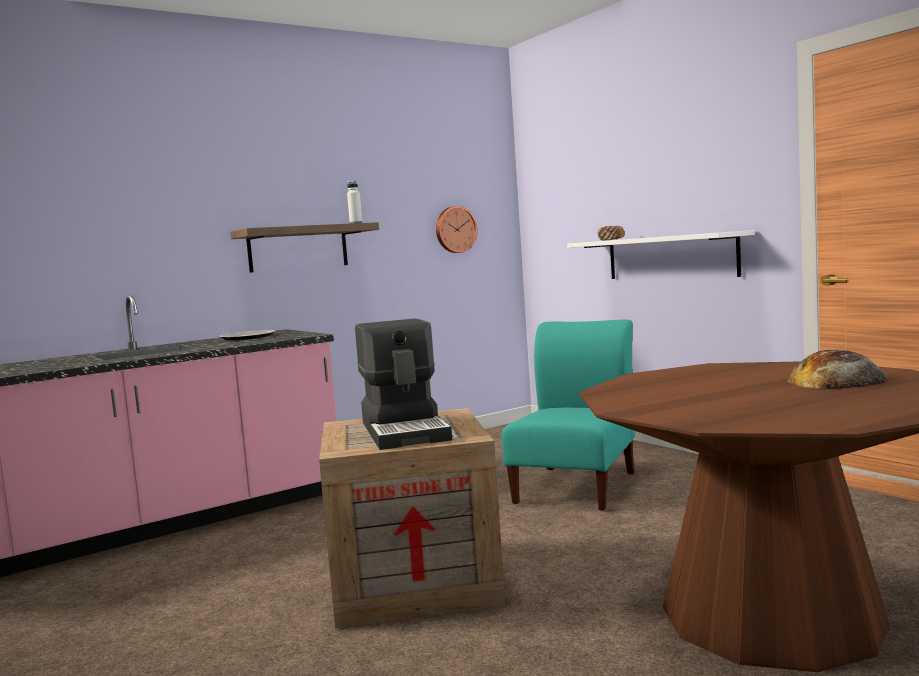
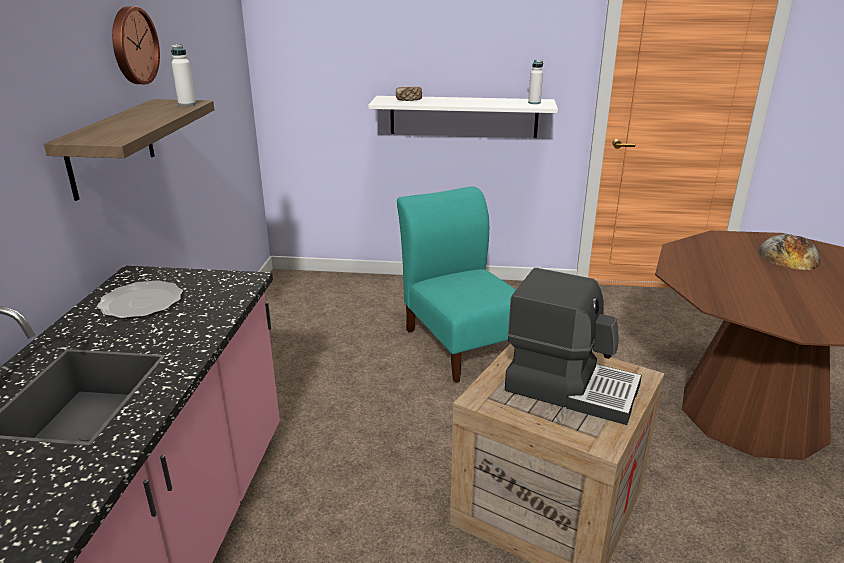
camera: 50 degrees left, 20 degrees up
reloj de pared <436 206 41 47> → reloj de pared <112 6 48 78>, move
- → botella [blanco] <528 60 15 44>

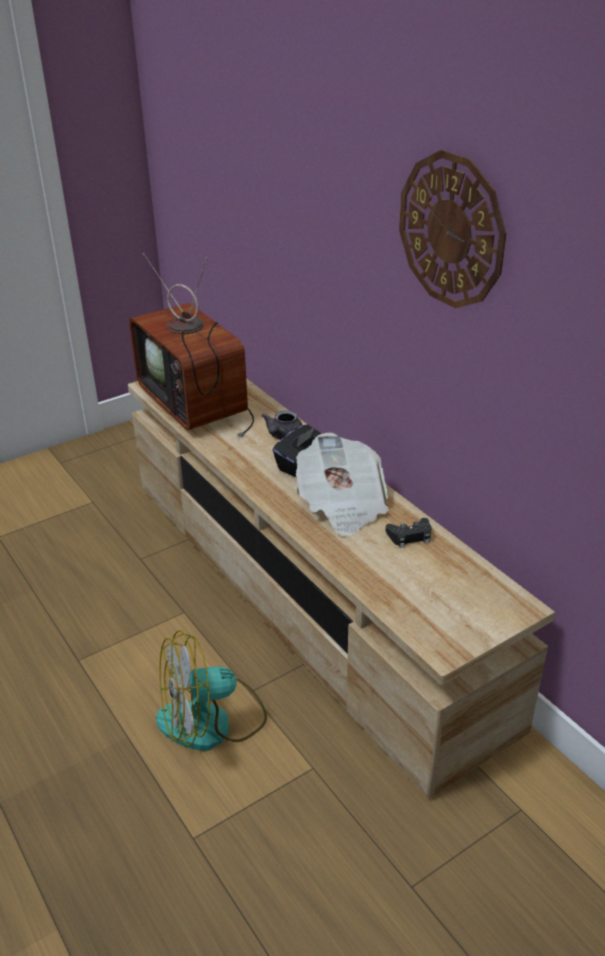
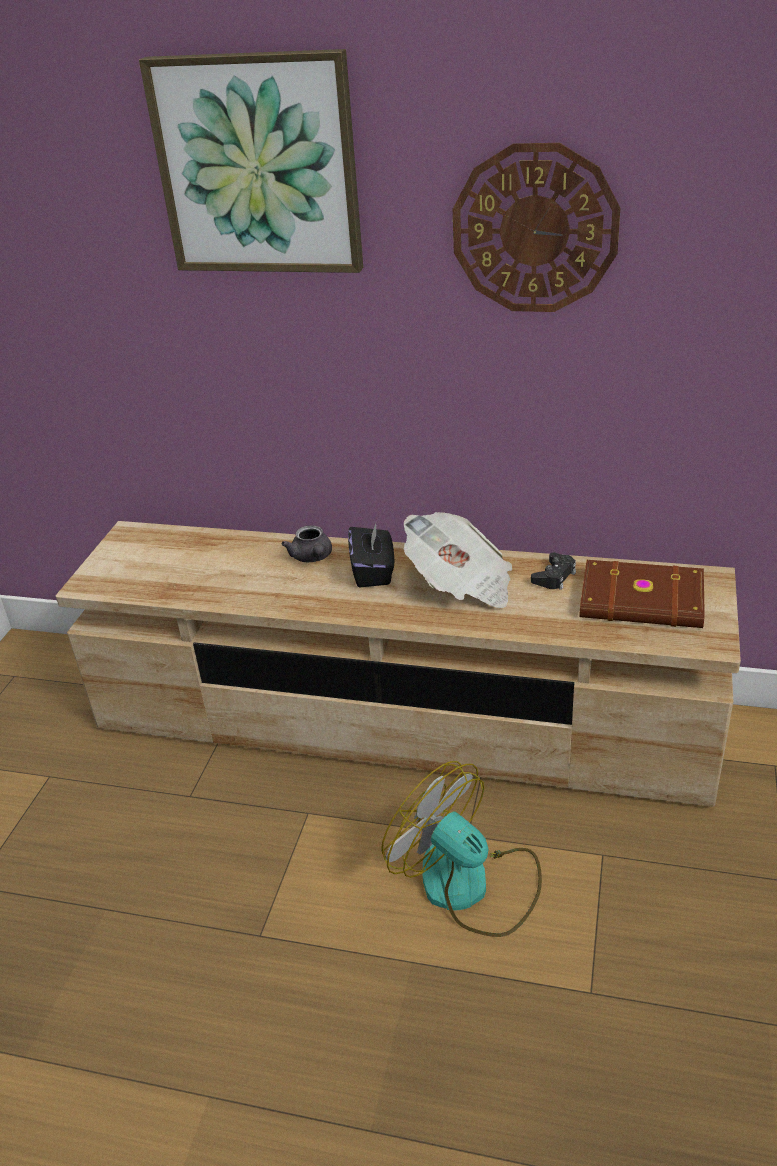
camera: 40 degrees left, 0 degrees up
televisor <129 253 125 185> → -
ventilador <156 630 111 121> → ventilador <381 761 161 176>, 105 degrees clockwise
- → cuadro <139 49 224 224>
- → libro [marrón] <579 560 126 68>

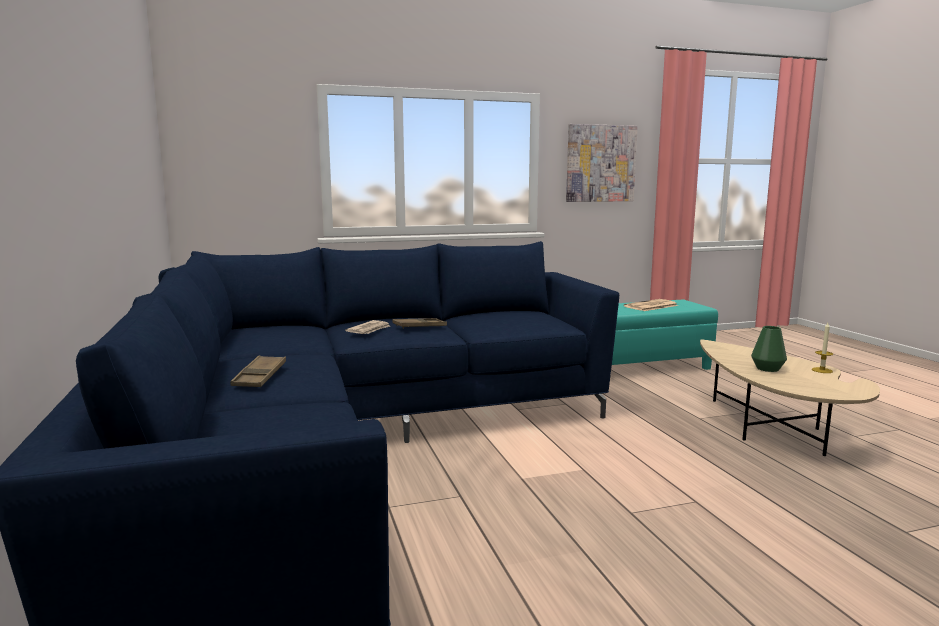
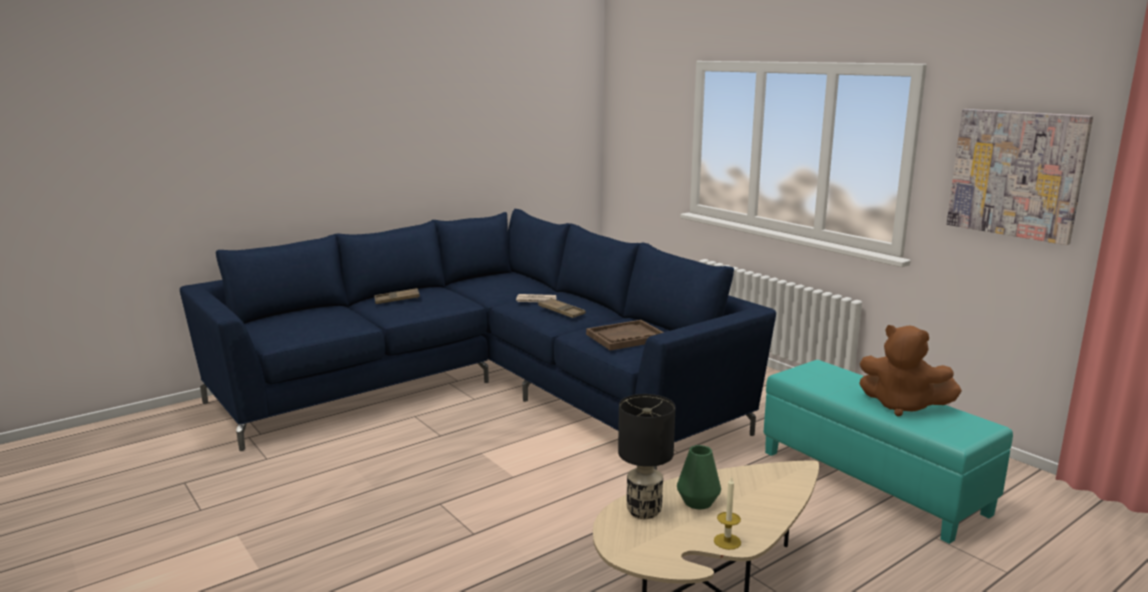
camera: 70 degrees right, 5 degrees up
periódico <624 299 54 12> → peluche [marrón] <860 325 102 91>
- → bandeja [marrón] <586 320 78 31>
- → lámpara de mesa [negro] <618 394 57 125>

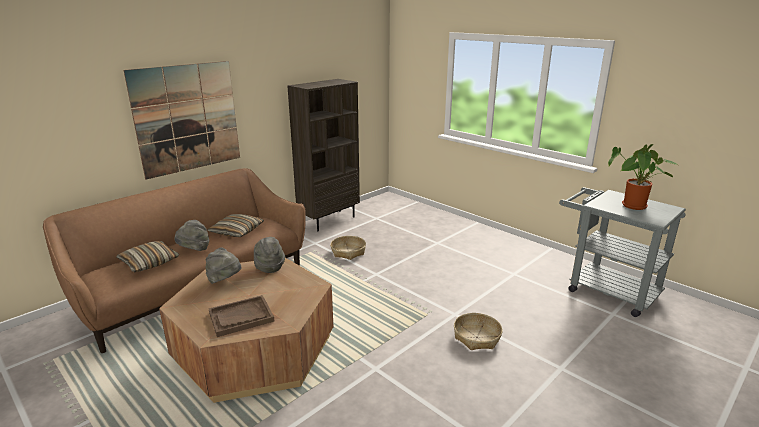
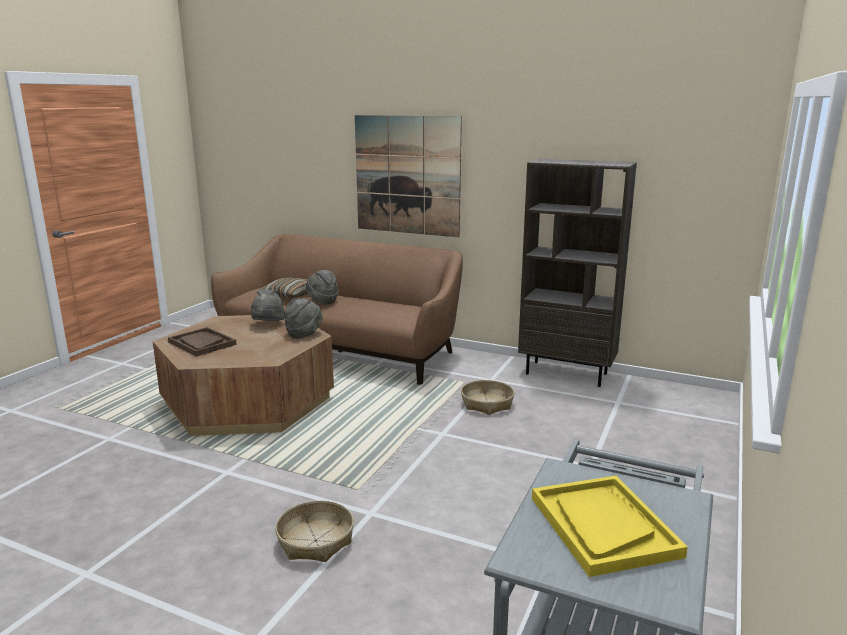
camera: 70 degrees right, 5 degrees down
planta en maceta <608 144 70 66> → bandeja [amarillo] <532 476 156 101>
cojín <207 214 57 23> → -

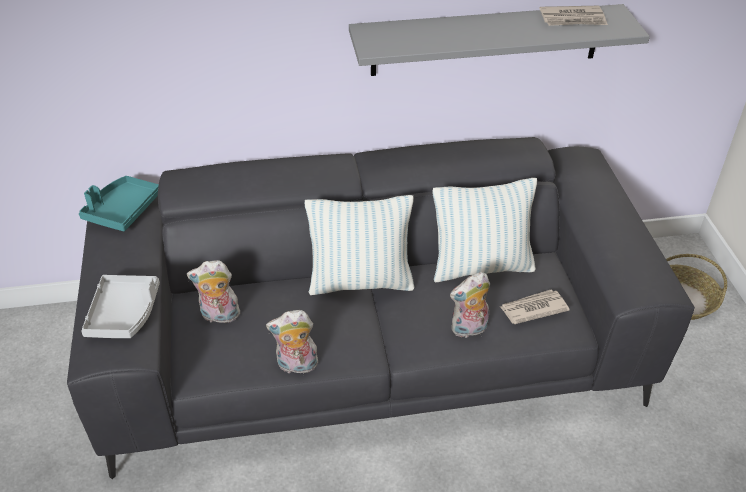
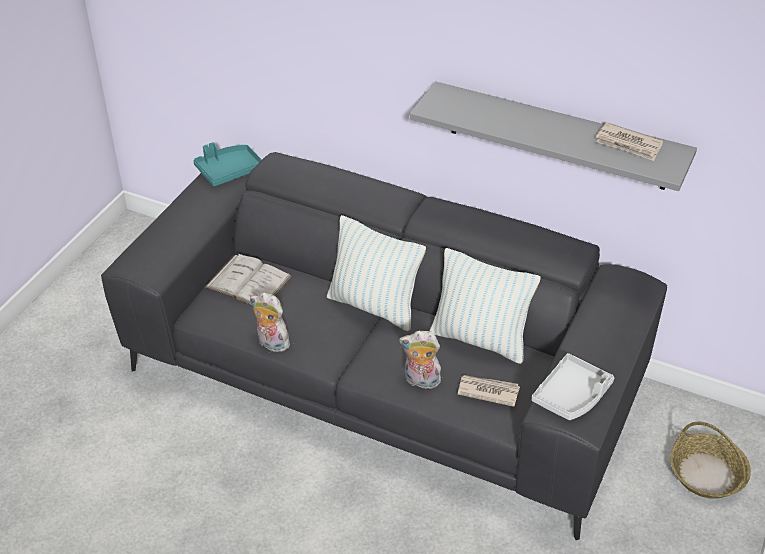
camera: 35 degrees right, 0 degrees up
peluche <187 260 53 66> → libro [blanco] <205 254 87 51>
bandeja [gris] <81 275 79 63> → bandeja [gris] <531 353 83 67>, move

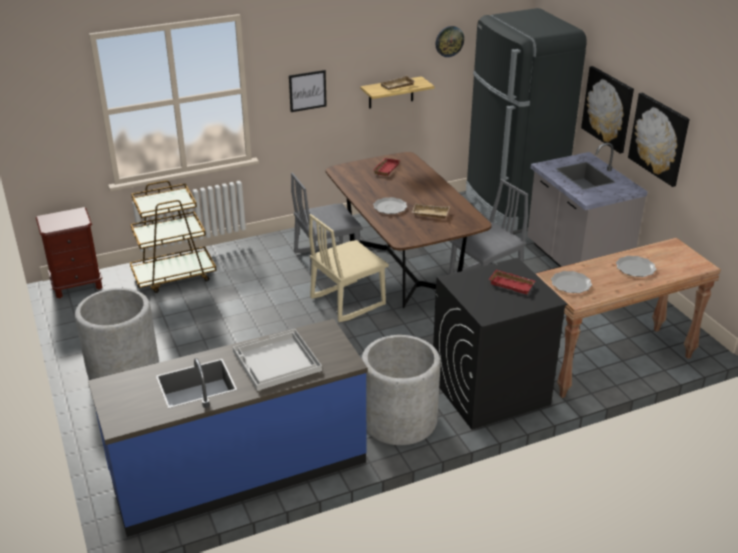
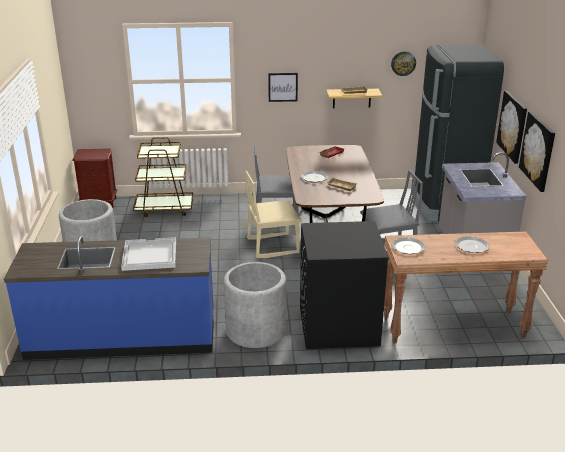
camera: 20 degrees right, 5 degrees down
bandeja [rojo] <489 270 46 24> → -

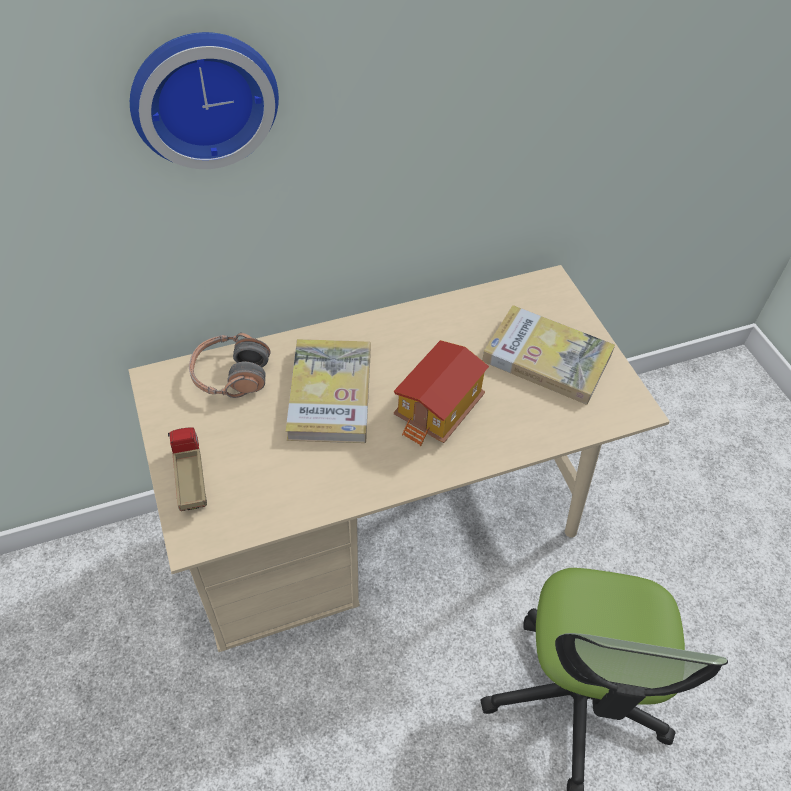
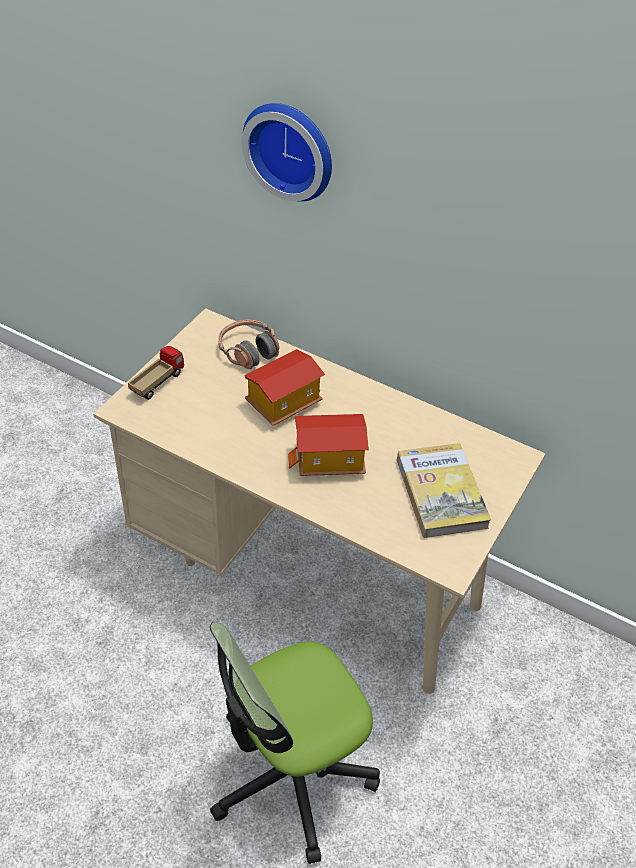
camera: 50 degrees right, 5 degrees down
libro <286 339 85 104> → casita <244 349 81 77>

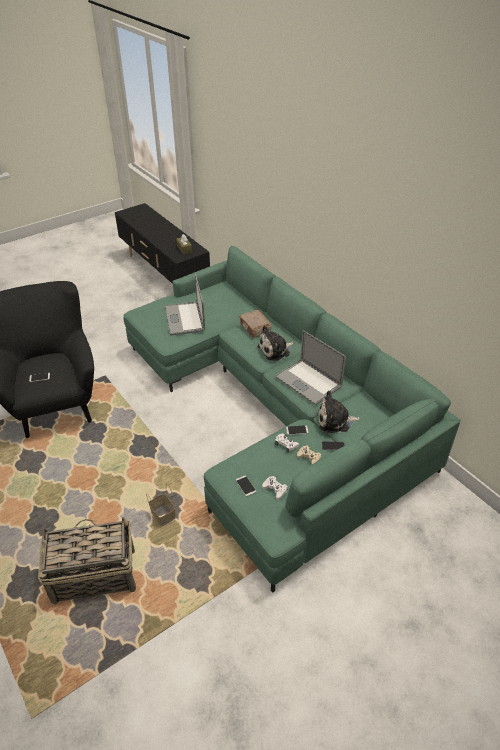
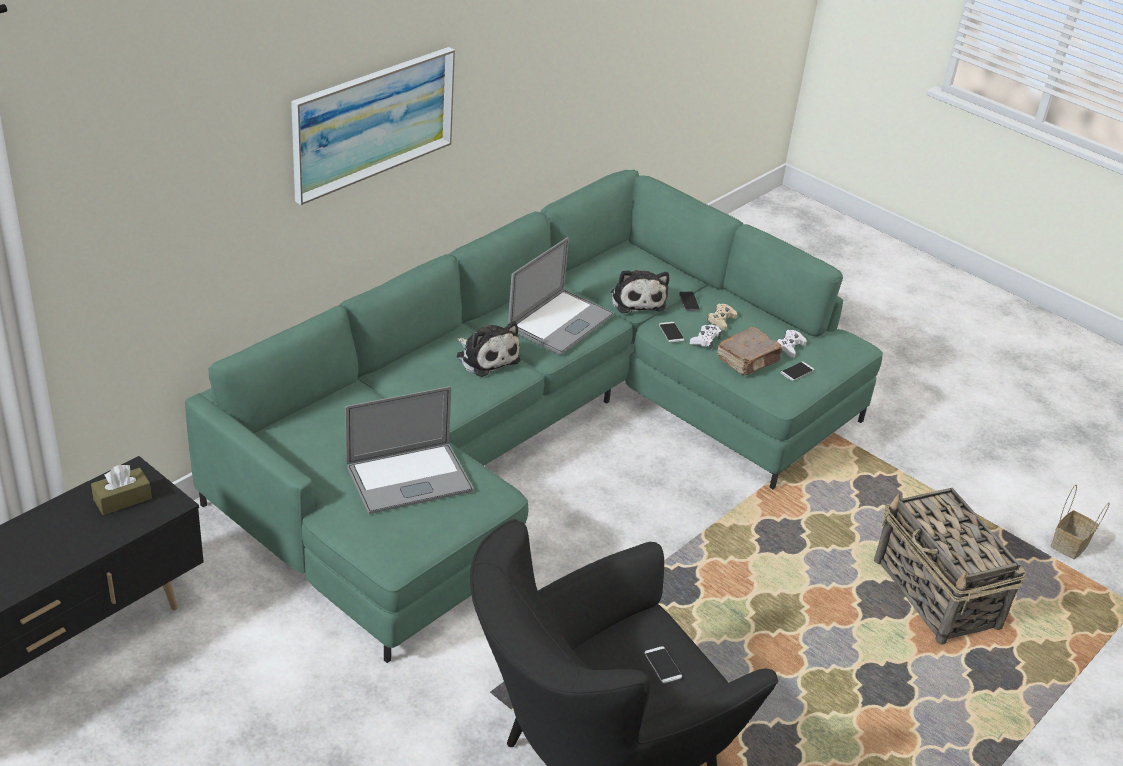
camera: 105 degrees left, 5 degrees down
libro [marrón] <239 310 33 28> → libro [marrón] <717 327 65 48>, move
cesta <146 483 29 43> → cesta <1051 485 59 75>, move
- → cuadro <291 47 164 158>

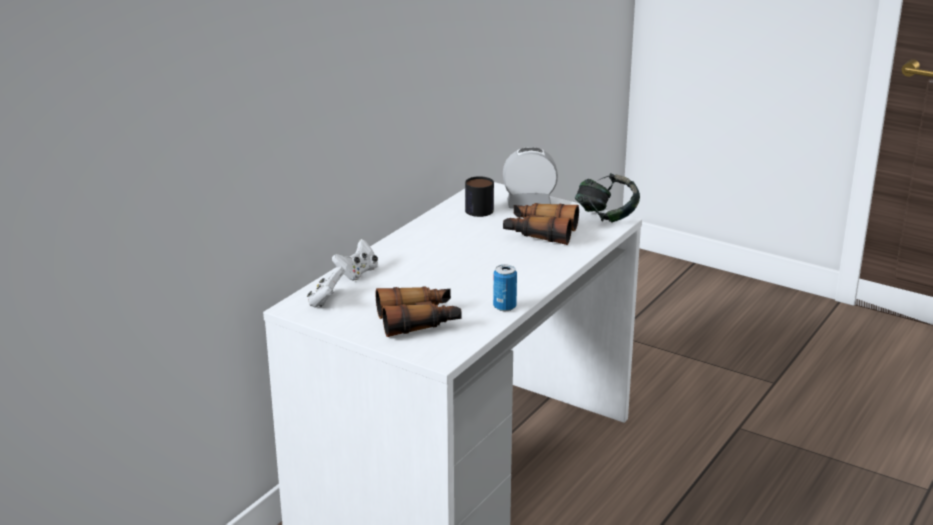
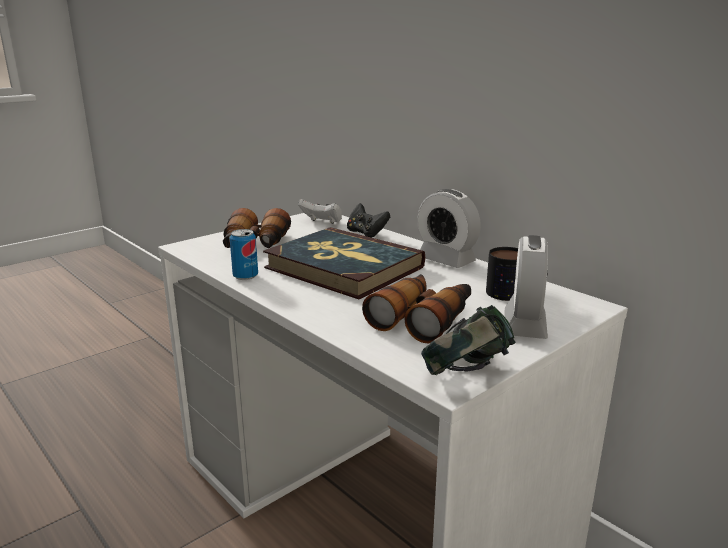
camera: 105 degrees right, 5 degrees down
mando de consola [blanco] <332 239 46 42> → mando de consola [negro] <347 203 43 35>
- → despertador <417 189 64 79>
- → libro <263 227 162 73>

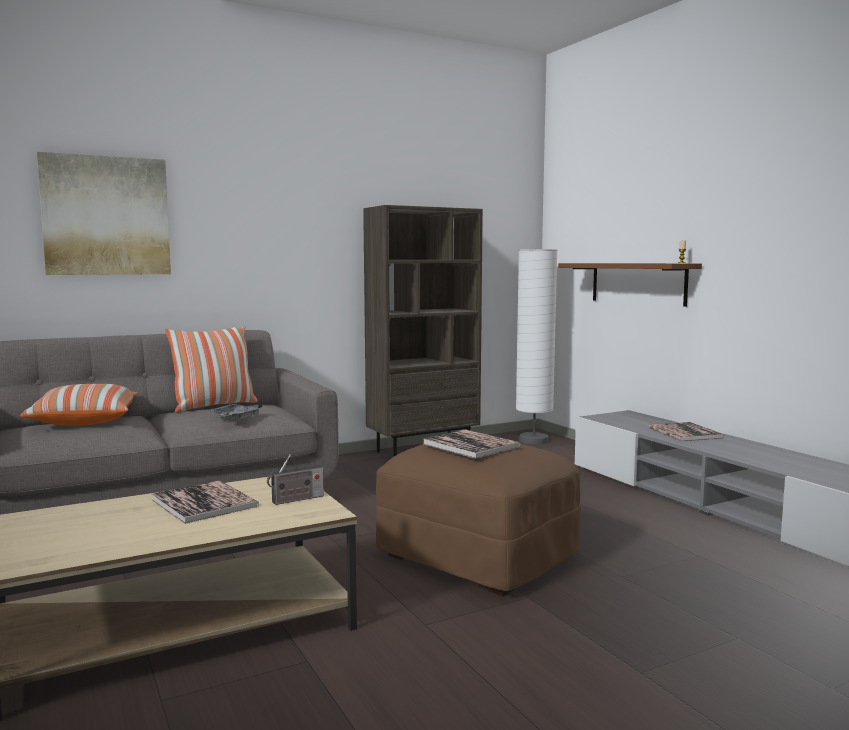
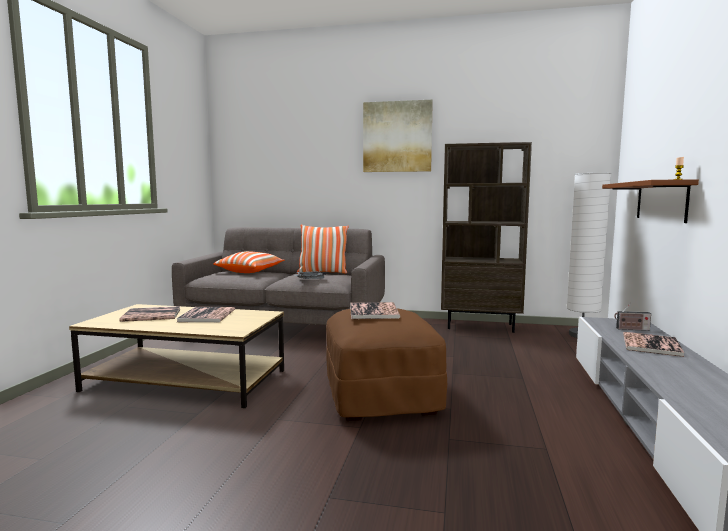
camera: 40 degrees right, 0 degrees up
cuadro <37 152 134 123> → cuadro <363 100 70 72>, move
radio <267 454 57 51> → radio <614 303 37 28>, move
- → libro <119 306 62 16>

